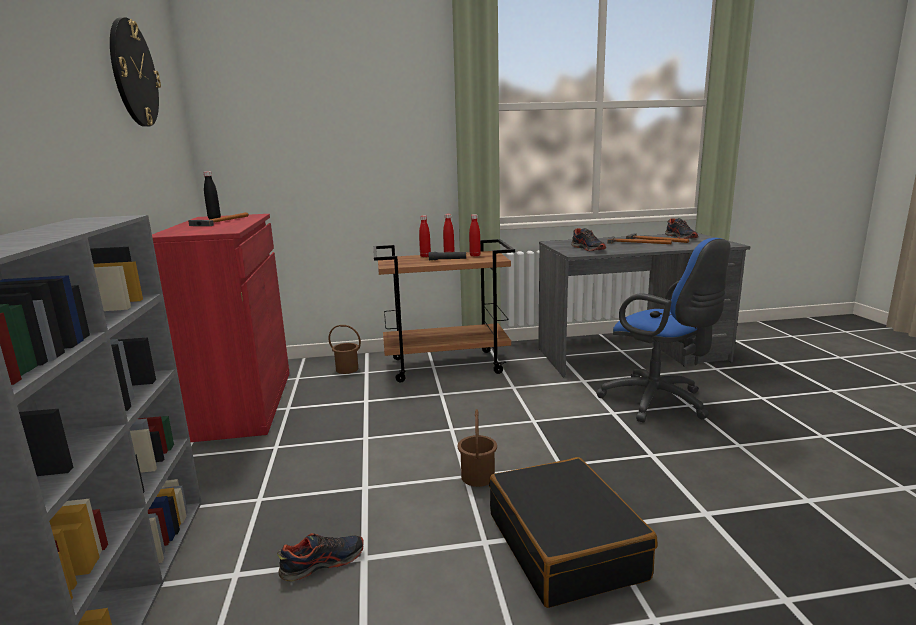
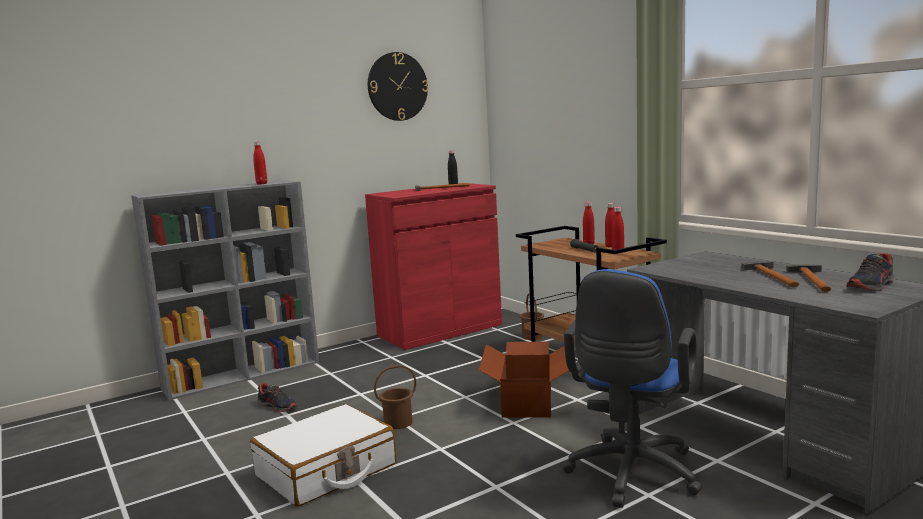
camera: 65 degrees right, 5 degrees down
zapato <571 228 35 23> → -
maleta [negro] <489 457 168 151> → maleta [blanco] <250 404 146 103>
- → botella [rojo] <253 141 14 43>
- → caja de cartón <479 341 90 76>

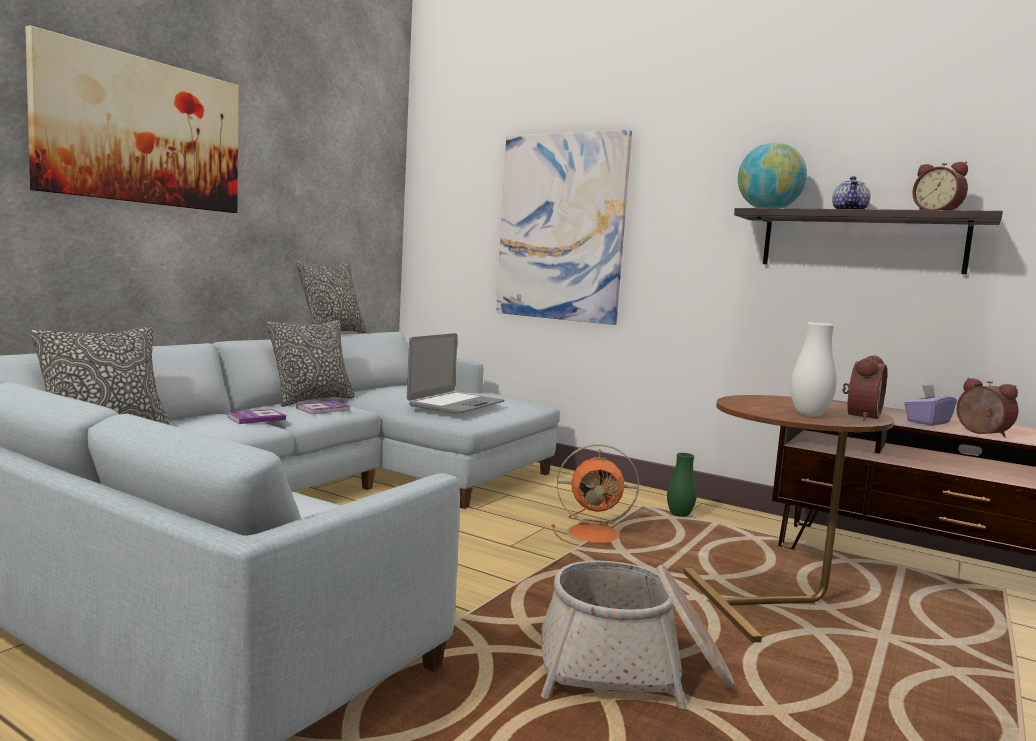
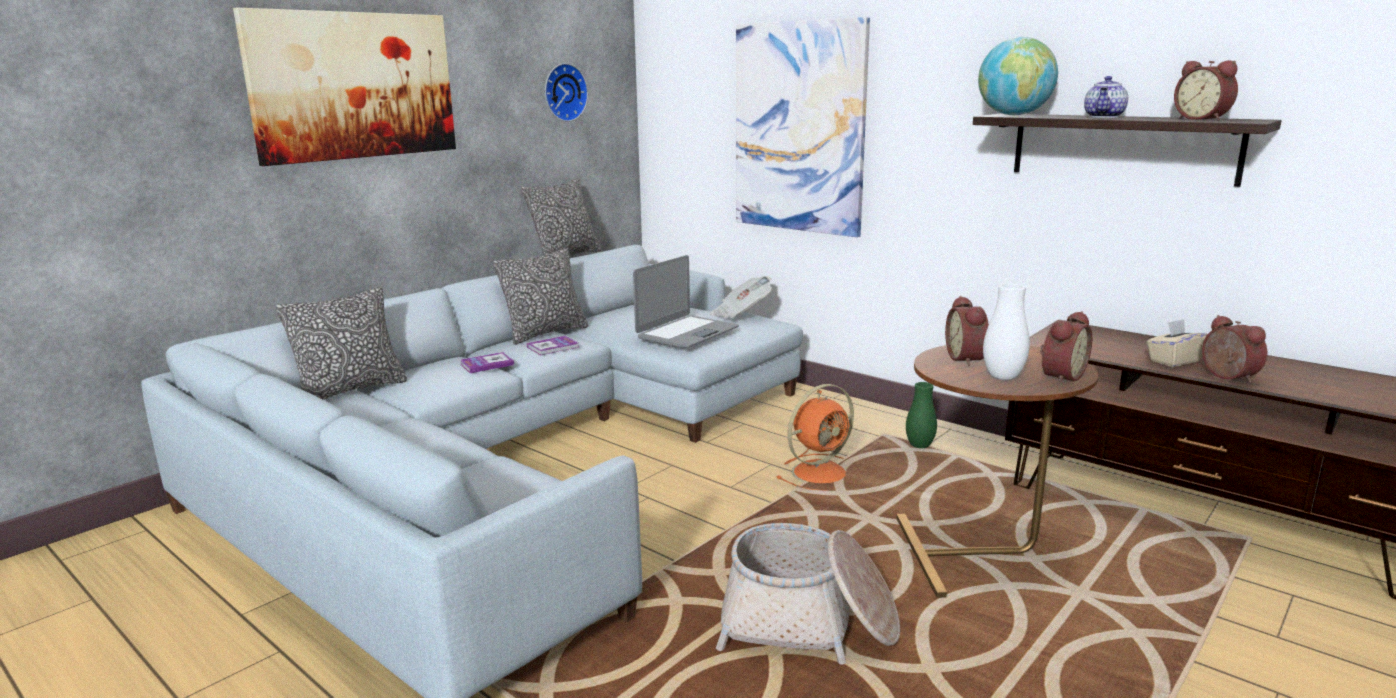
camera: 10 degrees right, 10 degrees up
caja de pañuelos [morado] <904 385 53 41> → caja de pañuelos [beis] <1147 319 61 48>
ventilador [naranja] <551 444 88 102> → ventilador [naranja] <776 384 78 106>, 45 degrees counterclockwise
- → reloj de pared <545 63 43 59>
- → periódico <710 276 62 42>
- → despertador <945 296 44 70>

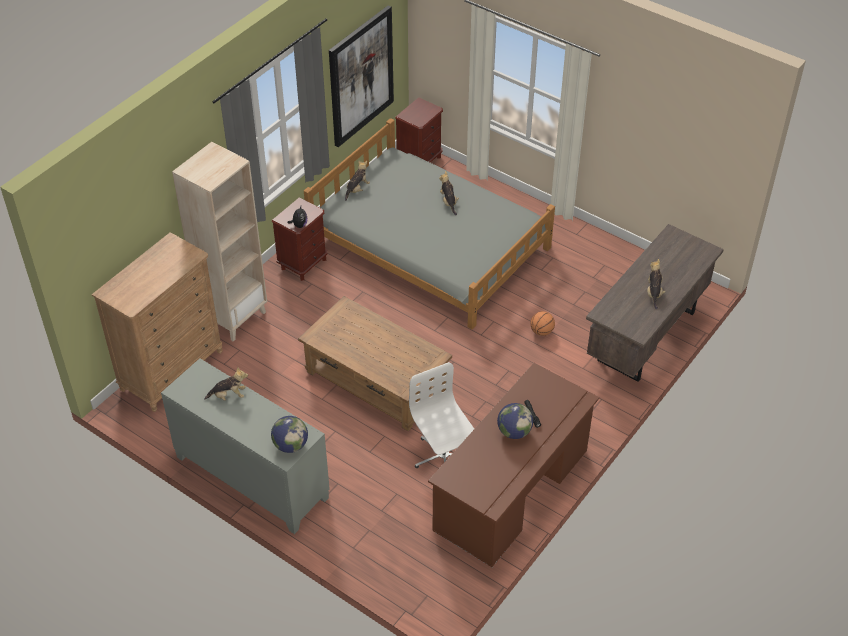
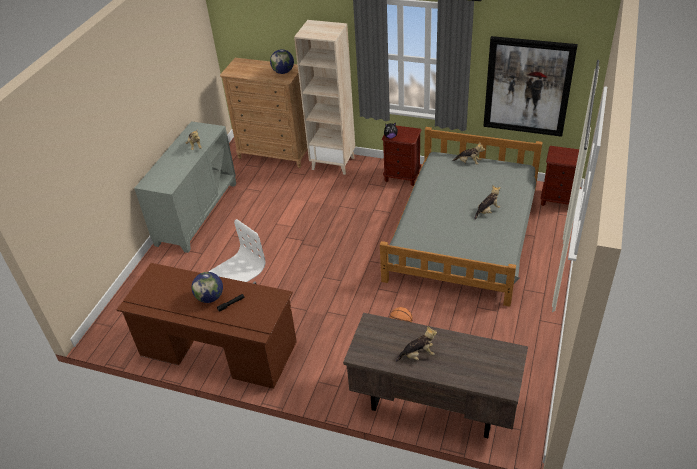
camera: 75 degrees right, 5 degrees down
mesa de centro [marrón] <298 296 154 135> → -
globo terráqueo <271 416 37 37> → globo terráqueo <270 49 24 25>, move

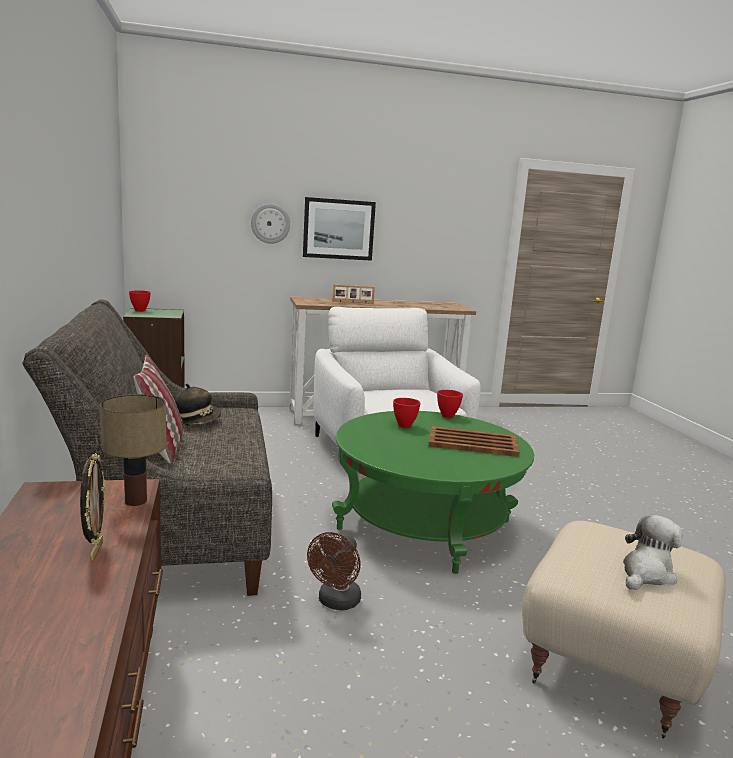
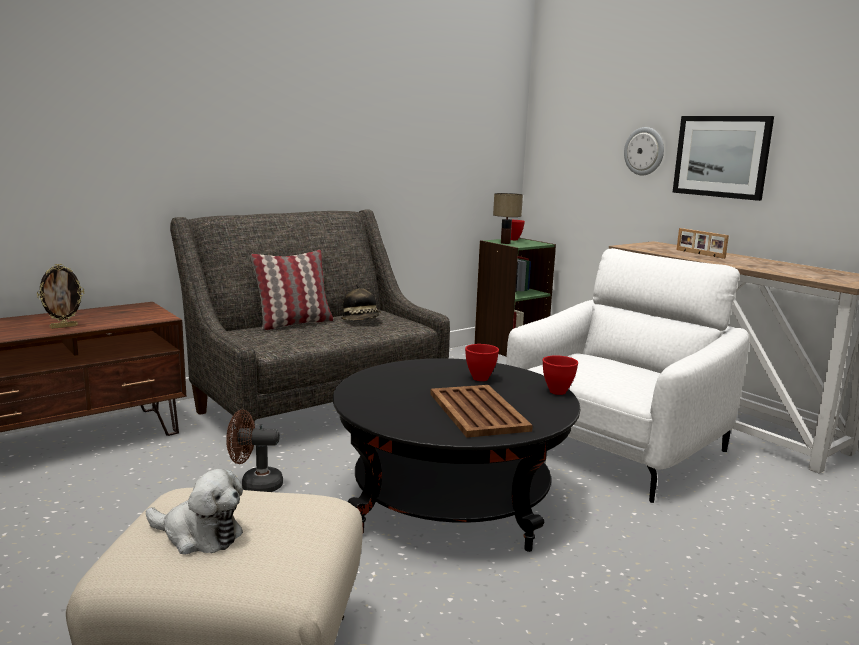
camera: 65 degrees right, 0 degrees up
lámpara de mesa <100 394 66 112> → lámpara de mesa <493 193 30 51>, move
mesa de centro [verde] <332 411 202 163> → mesa de centro [negro] <333 358 247 194>

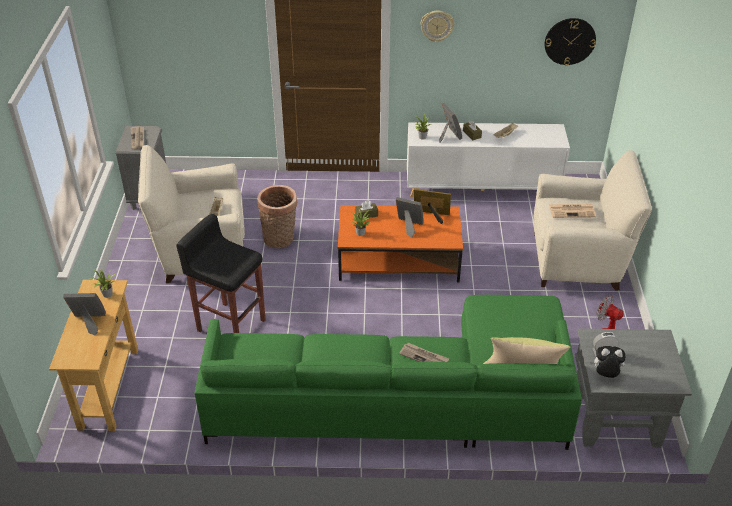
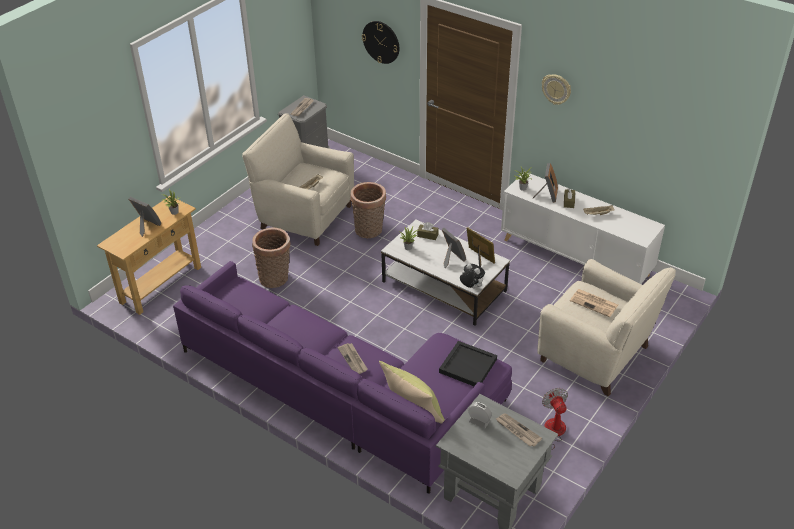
camera: 35 degrees right, 0 degrees up
reloj de pared <545 18 51 48> → reloj de pared <362 21 37 43>, move
mesa de centro [naranja] <338 205 125 77> → mesa de centro [blanco] <381 220 129 106>
taburete [negro] <176 214 90 119> → cesta <252 228 39 60>
sofá [verde] <195 295 387 155> → sofá [morado] <173 261 339 233>
peluche <590 346 36 32> → peluche <460 264 25 24>, move
- → bandeja [negro] <439 341 58 45>
- → periódico <496 413 46 34>

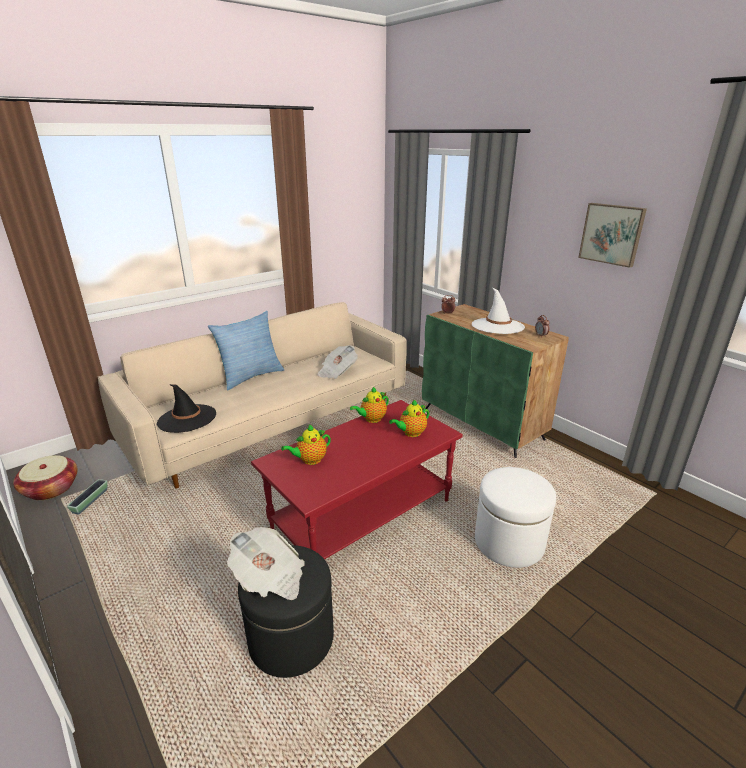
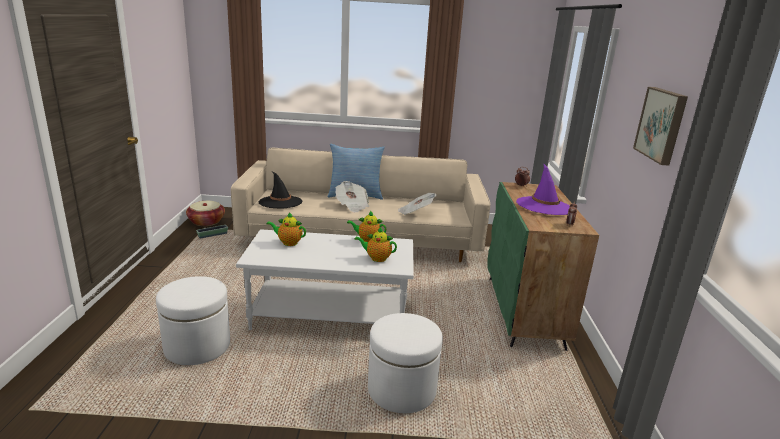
camera: 40 degrees right, 5 degrees down
sombrero [blanco] <472 288 53 46> → sombrero [morado] <516 163 54 52>
mesa de centro [rojo] <251 400 212 159> → mesa de centro [blanco] <236 229 178 101>
periódico <227 527 78 73> → periódico <336 181 33 32>, move
puf [negro] <238 545 96 133> → puf [blanco] <156 276 74 89>

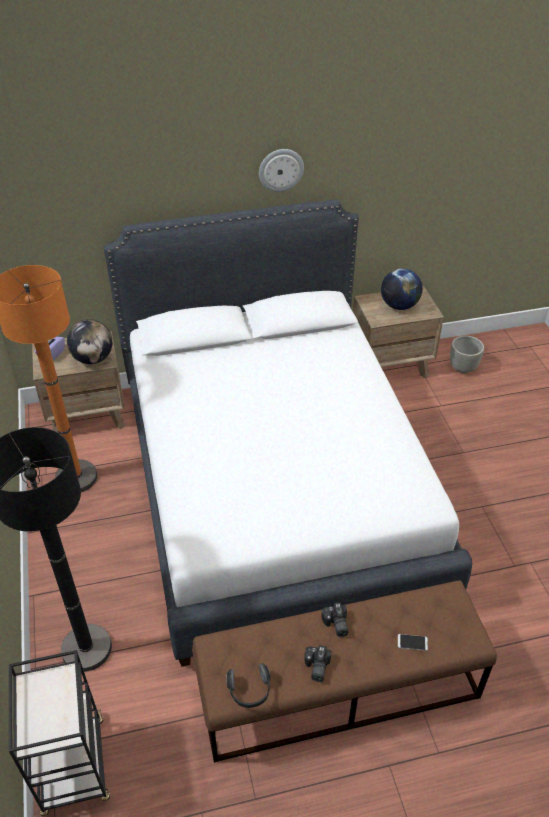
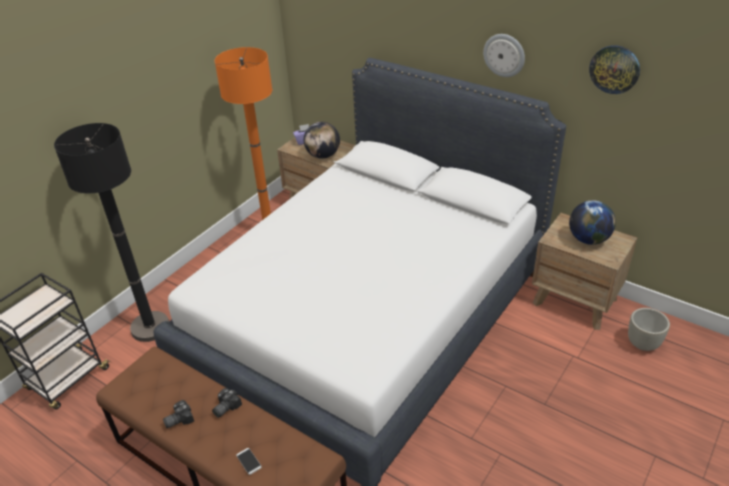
camera: 50 degrees right, 5 degrees down
auriculares <226 663 45 45> → -
- → reloj de pared <589 45 51 49>

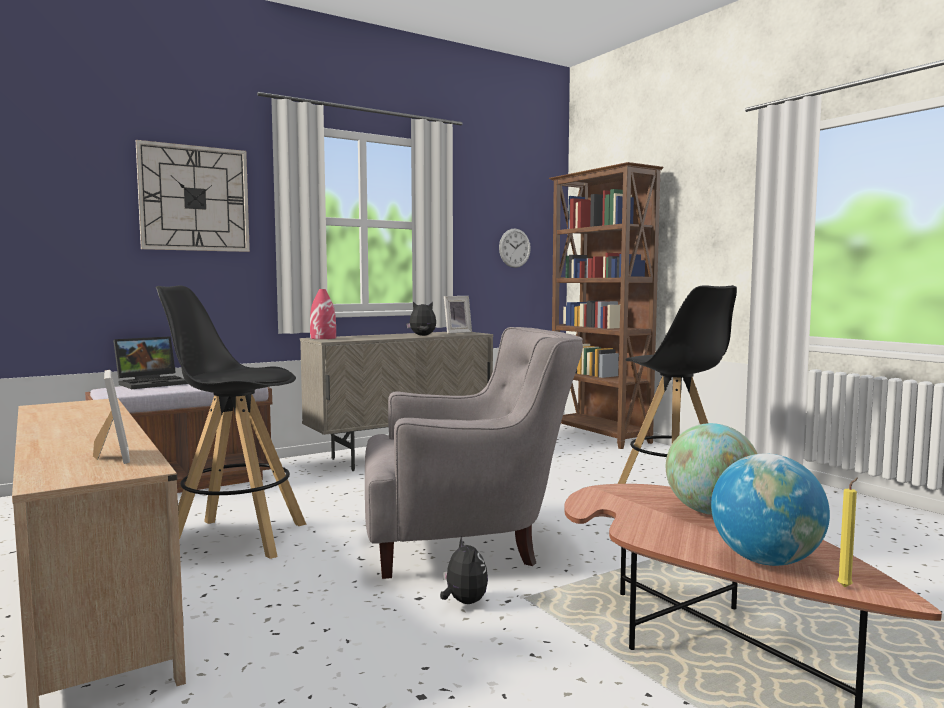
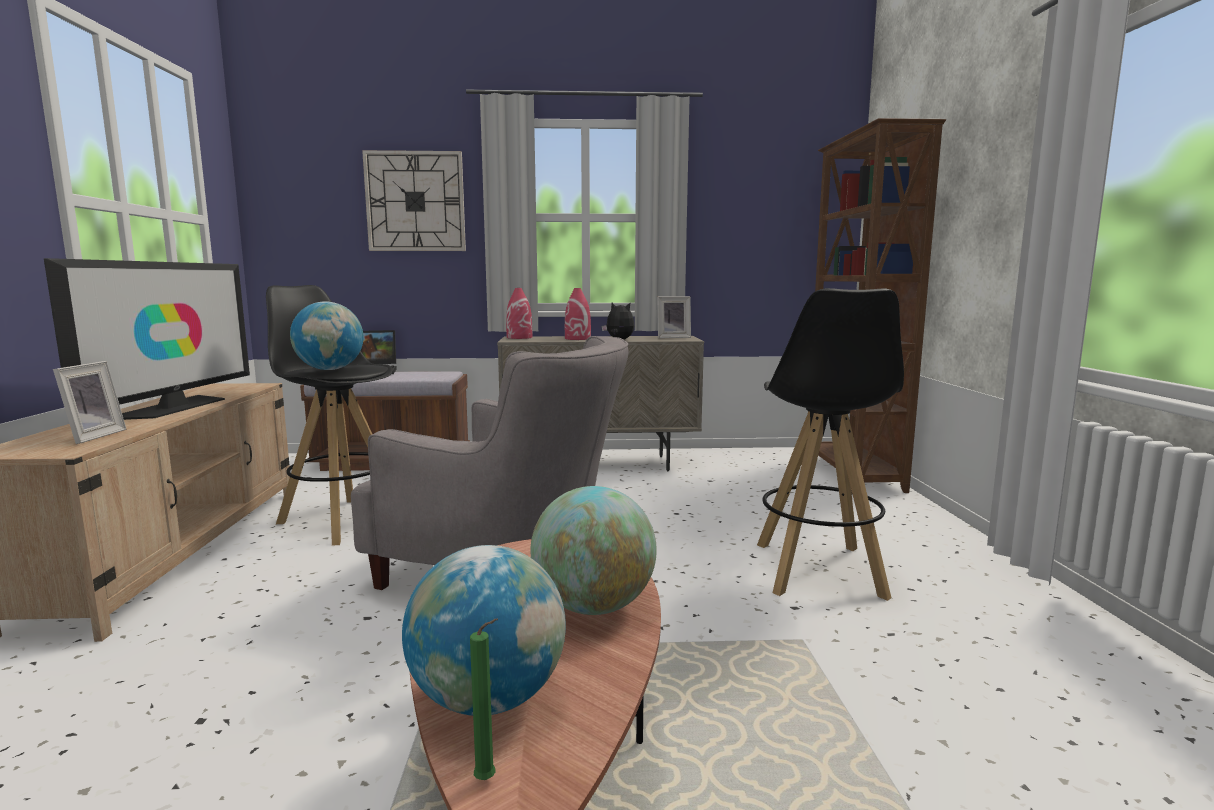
camera: 30 degrees right, 5 degrees up
reloj de pared <499 229 32 39> → -
vela [amarillo] <837 477 21 110> → vela [verde] <470 618 28 162>
peluche <440 536 48 68> → -
- → televisor <44 258 206 162>
- → florero [rojo] <565 288 26 52>
- → globo terráqueo <290 301 74 69>

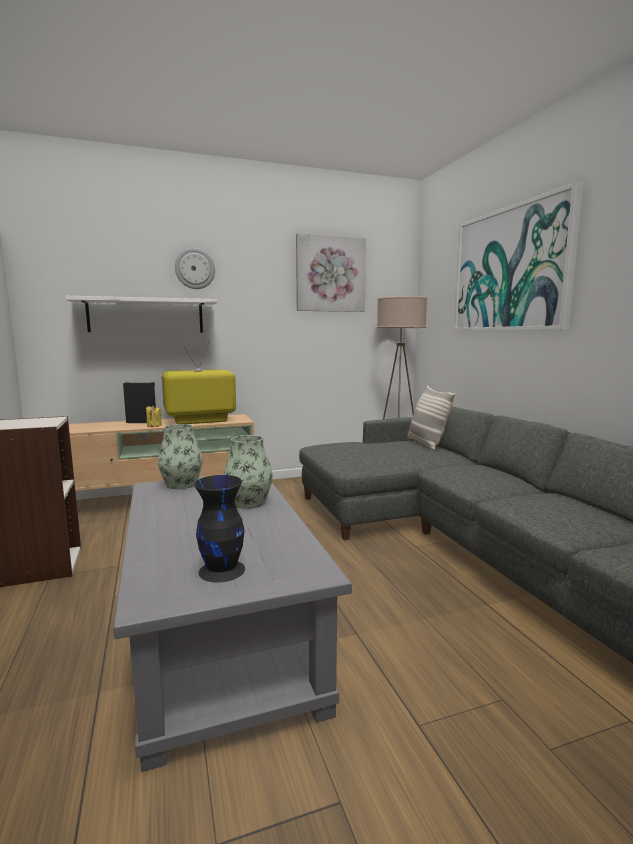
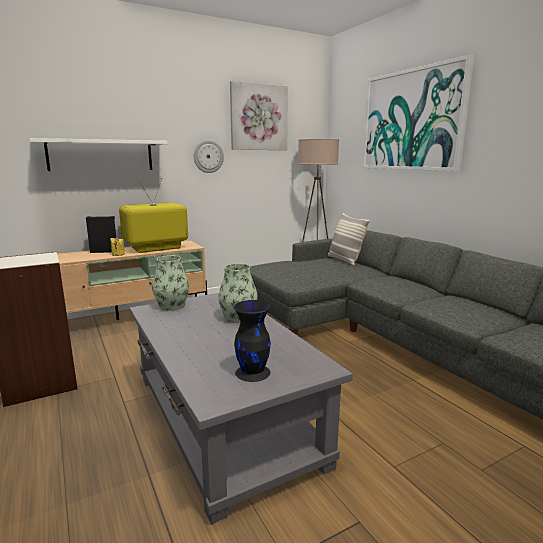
camera: 10 degrees left, 5 degrees up
reloj de pared <175 248 40 41> → reloj de pared <194 140 30 33>, move

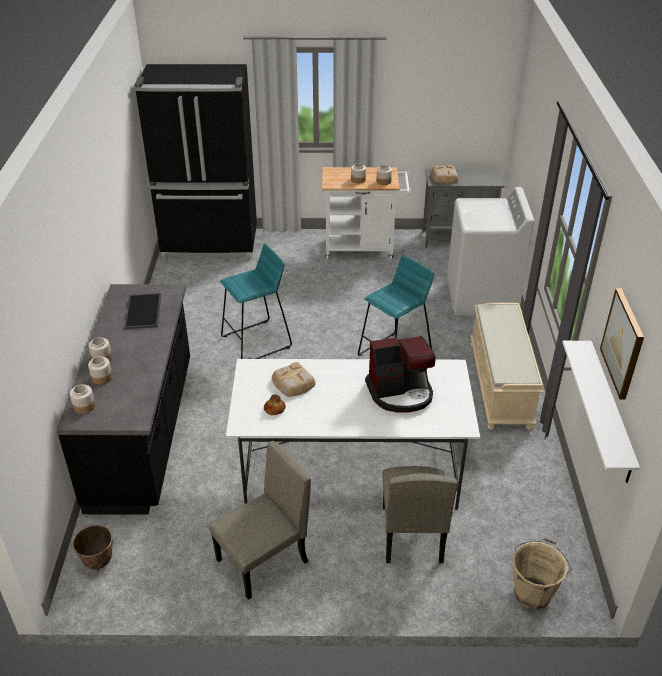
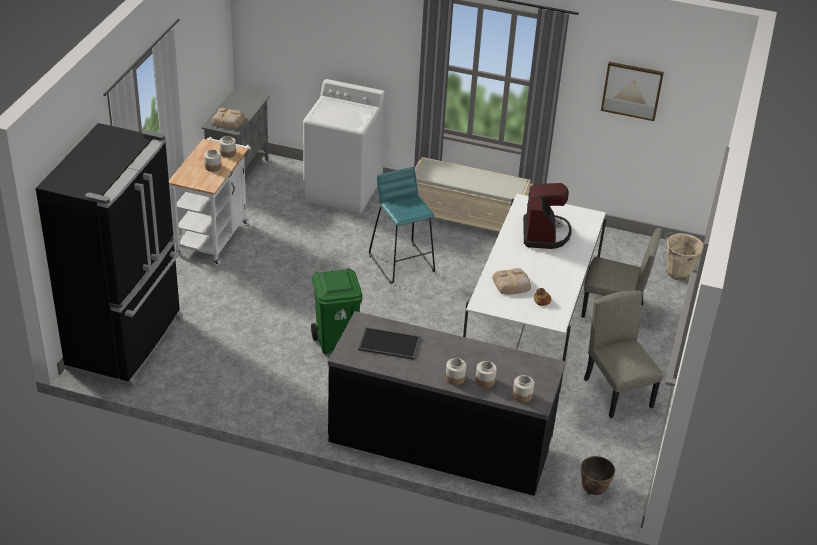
camera: 75 degrees left, 0 degrees up
taburete [turquesa] <220 243 72 116> → papelera [verde] <311 268 52 86>
estante [blanco] <562 341 78 142> → -

